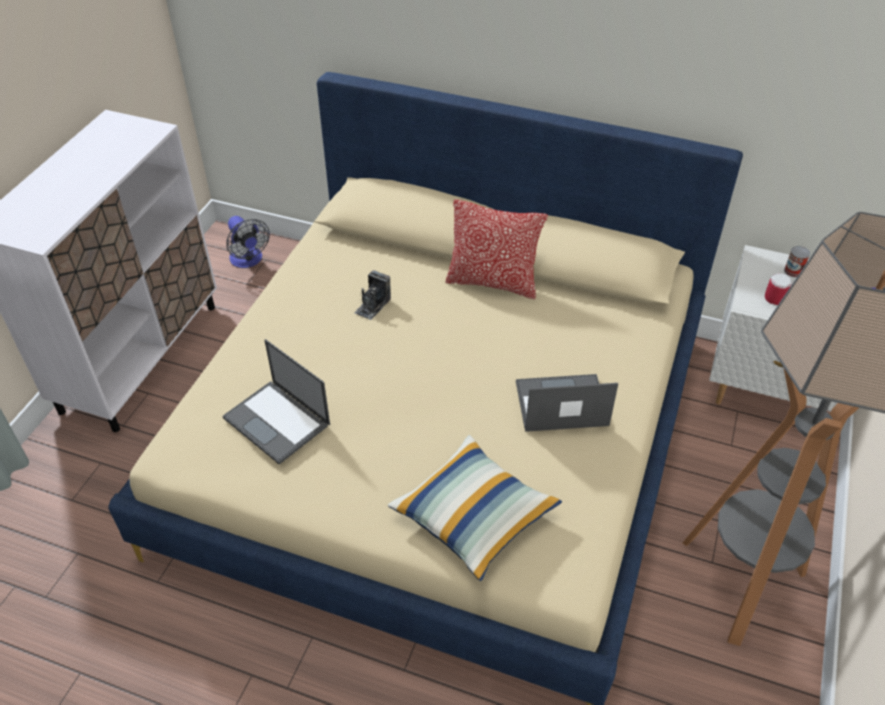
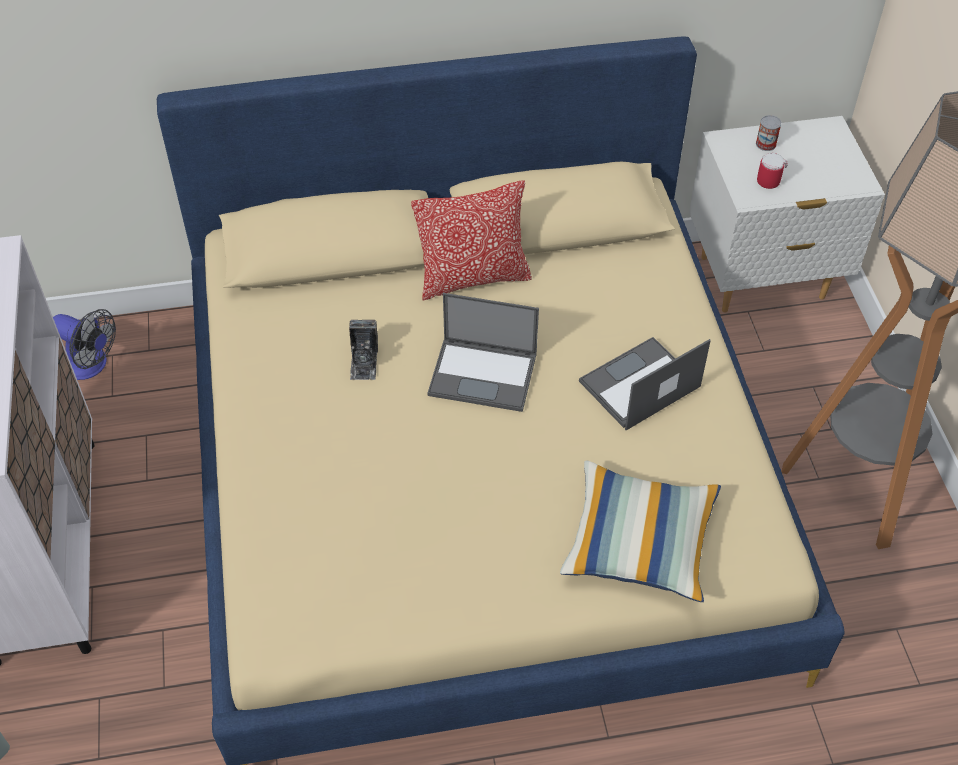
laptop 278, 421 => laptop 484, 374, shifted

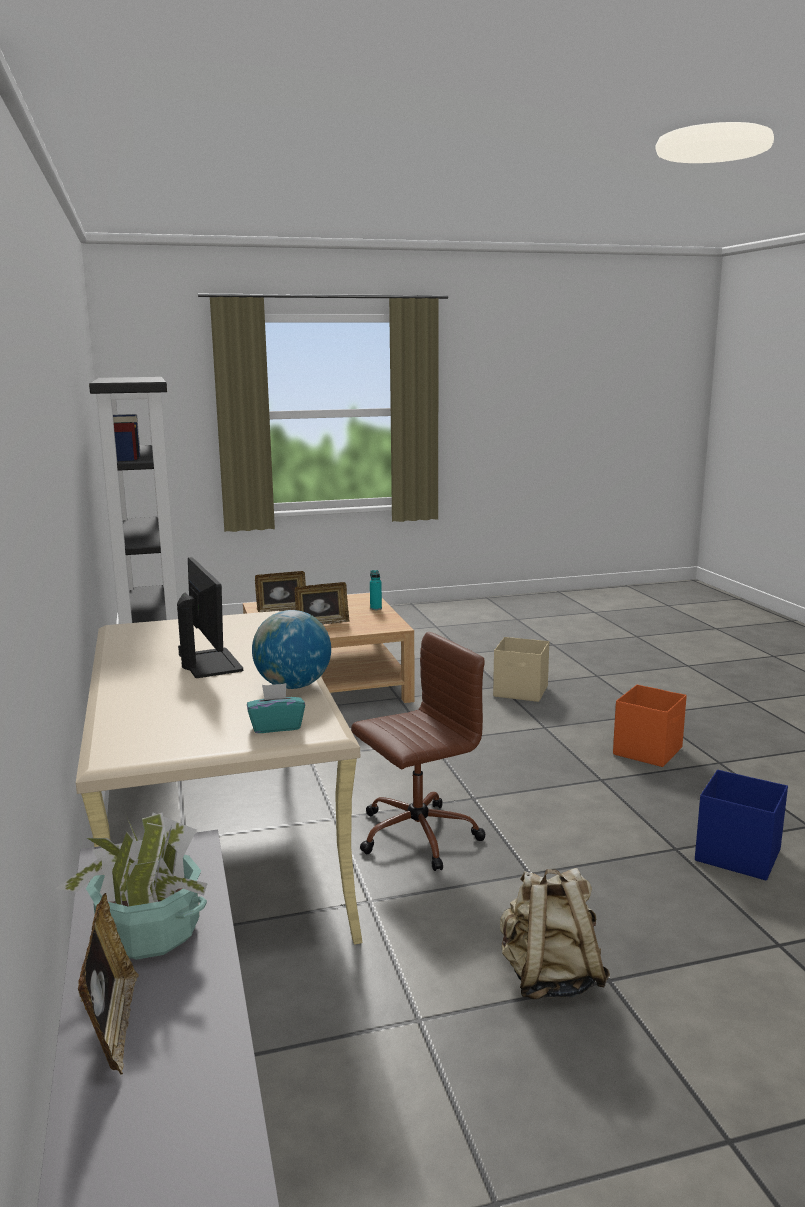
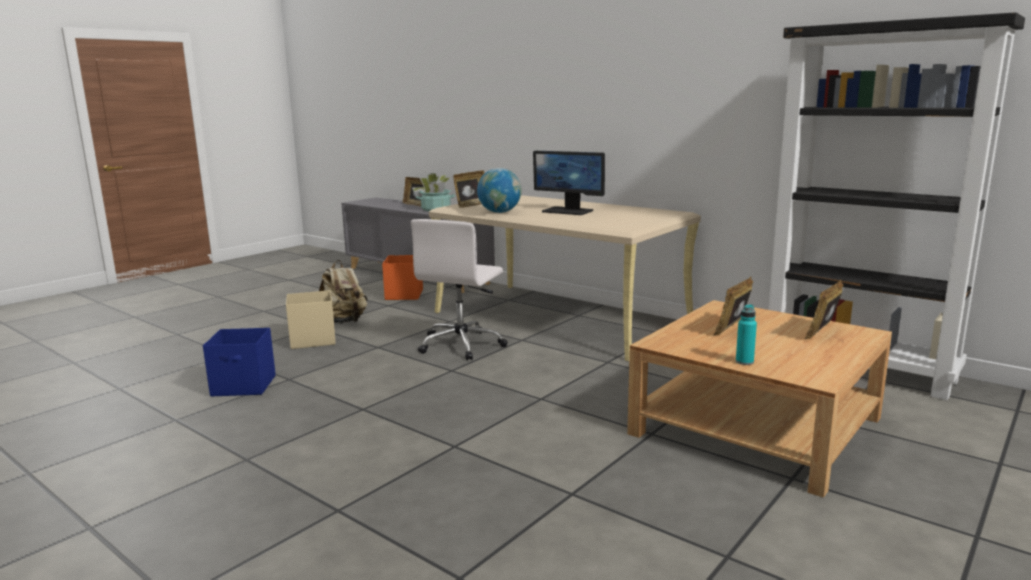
turquoise-coloured box of tissues 276, 726 => picture frame 471, 205
brown desk chair 415, 836 => whitish desk chair 462, 345
beige storage bin 521, 692 => beige storage bin 312, 340, shifted
orange storage bin 648, 751 => orange storage bin 403, 295, shifted

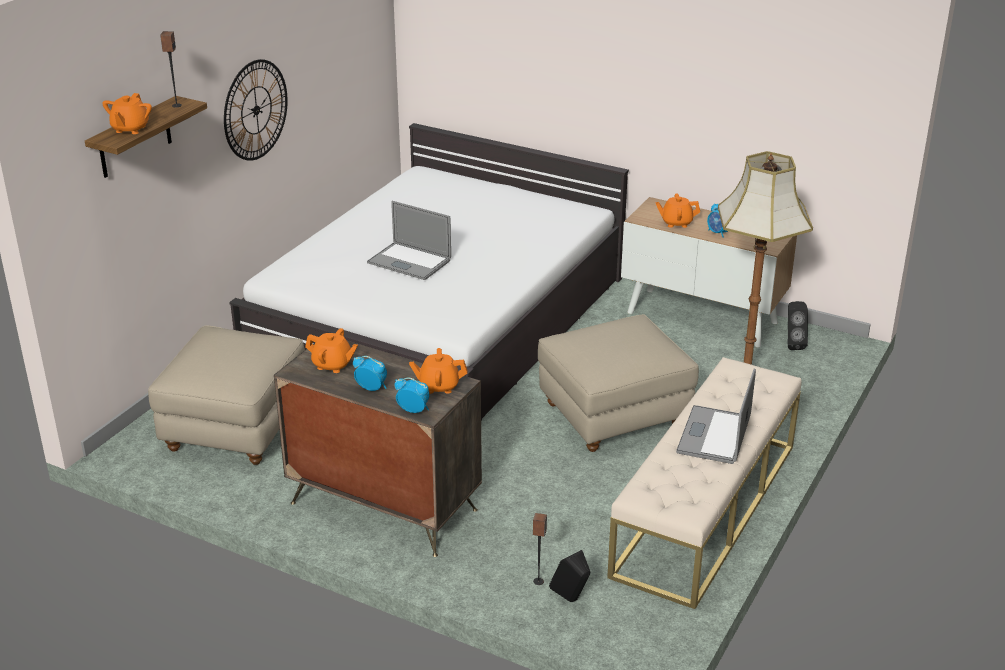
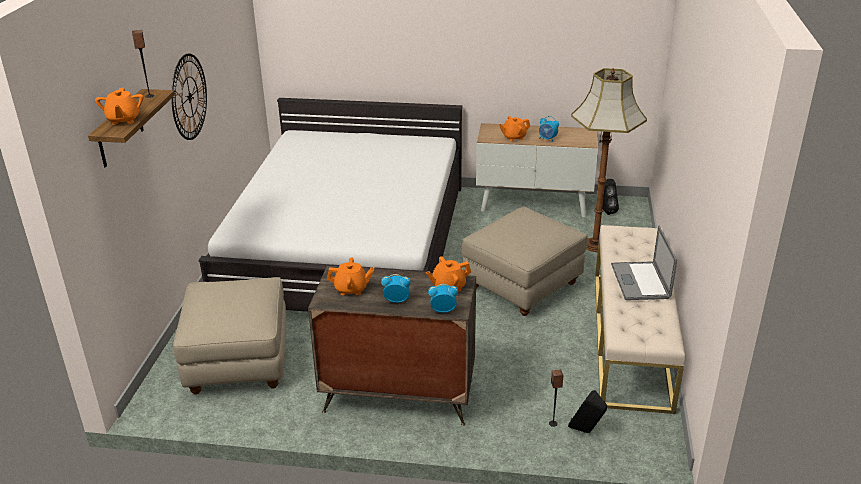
laptop 409, 261 => nothing

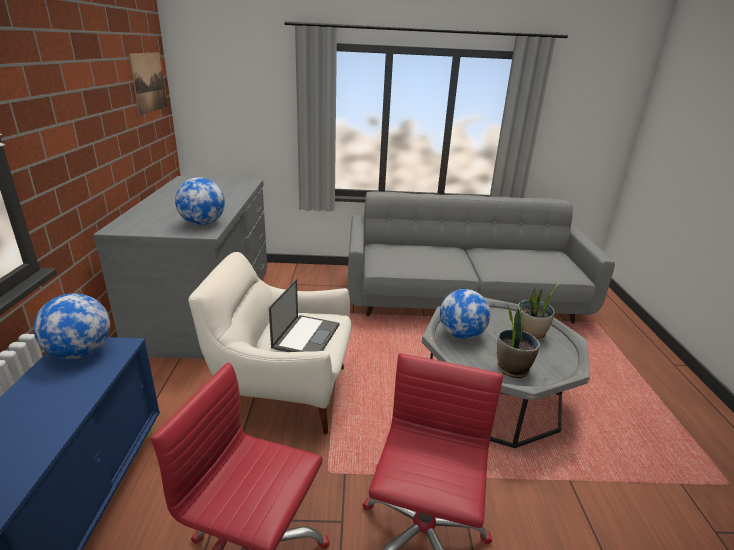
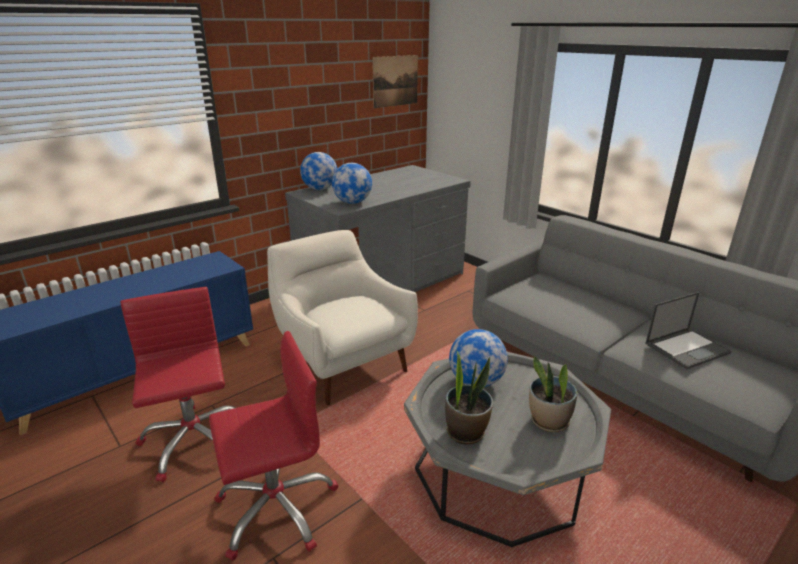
desk globe 81, 352 => desk globe 320, 189, shifted
laptop 306, 335 => laptop 687, 348, shifted

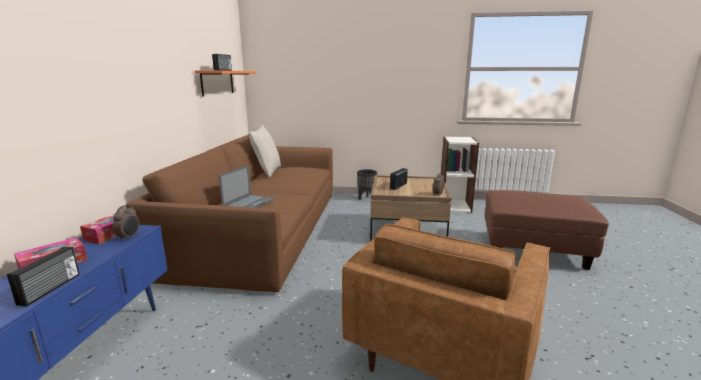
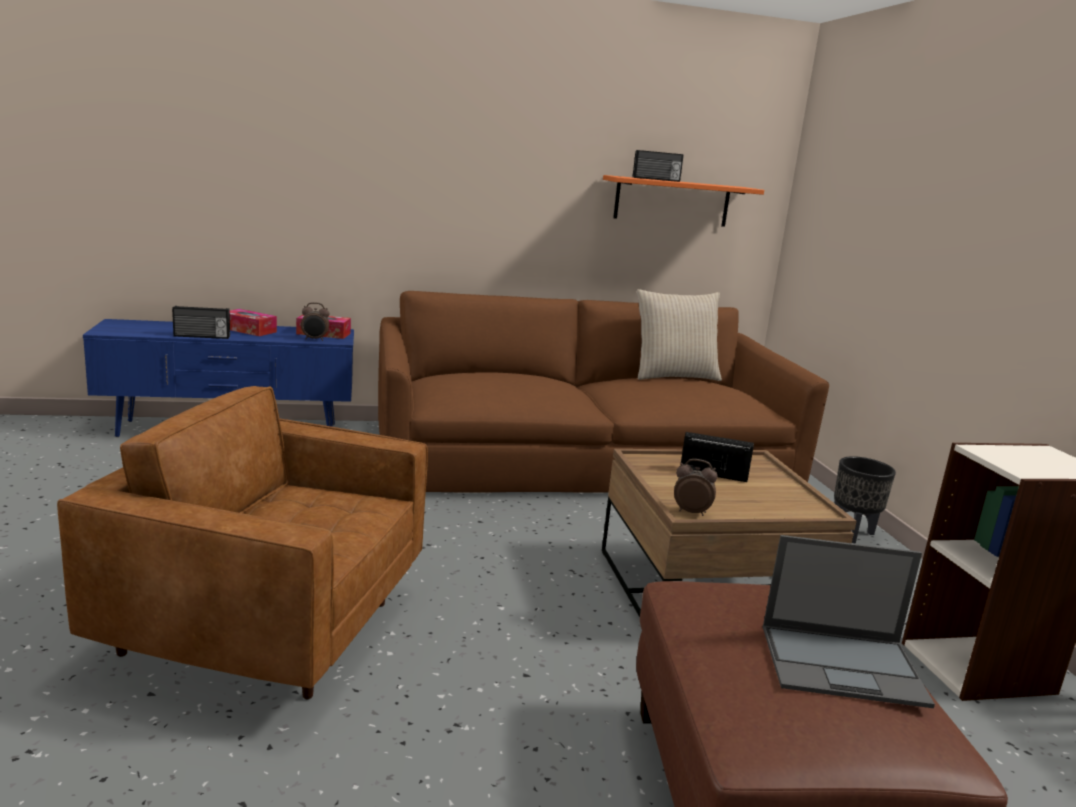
laptop 249, 203 => laptop 844, 665, shifted

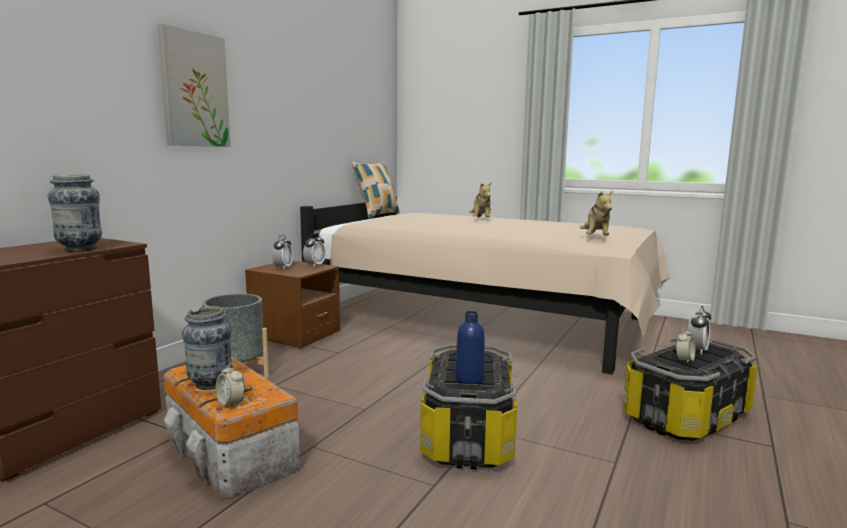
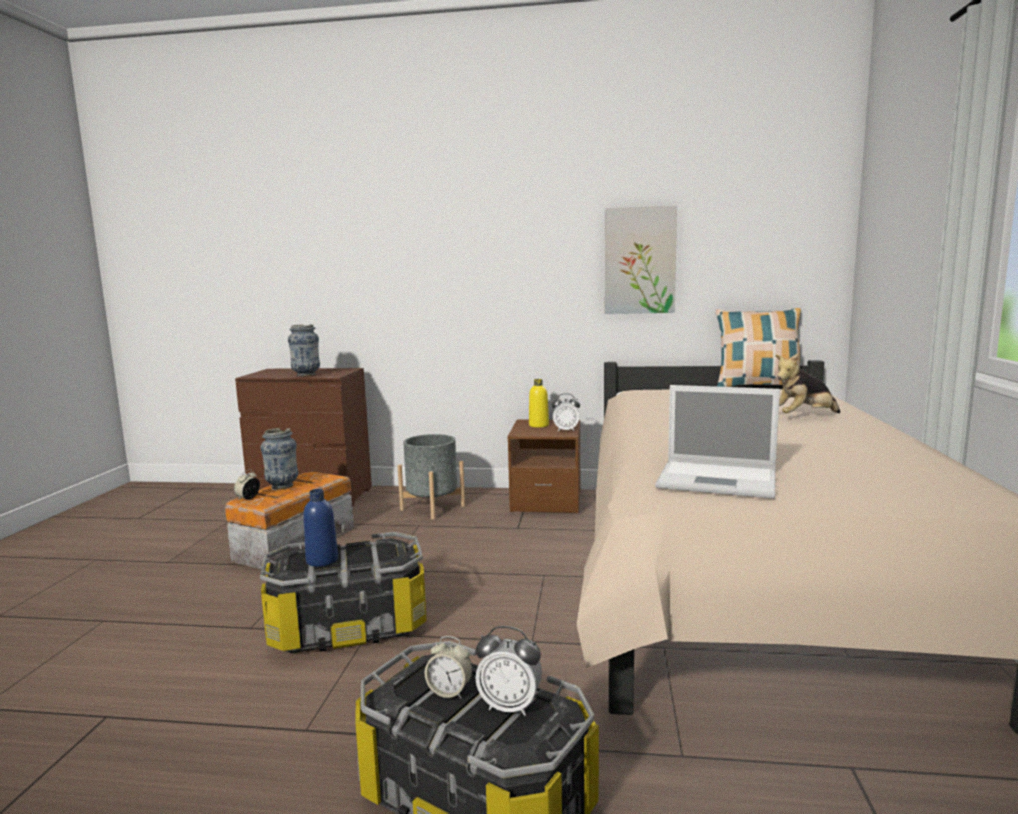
wall art 194, 90 => wall art 639, 261, shifted
bedside clock 283, 268 => yellowish bottle 538, 425
cuddly toy 595, 238 => laptop 719, 480

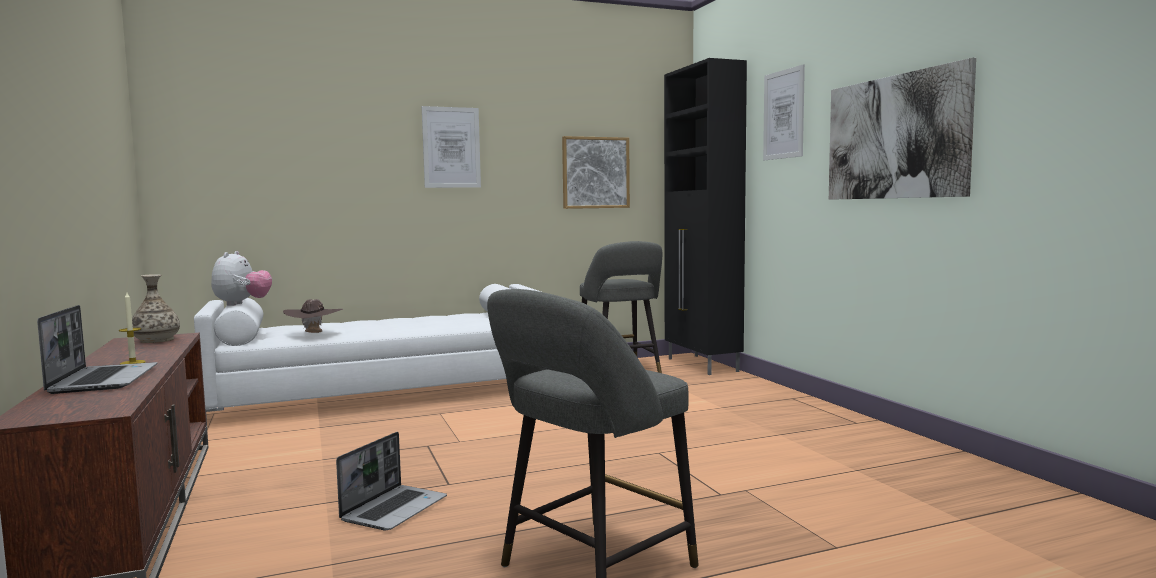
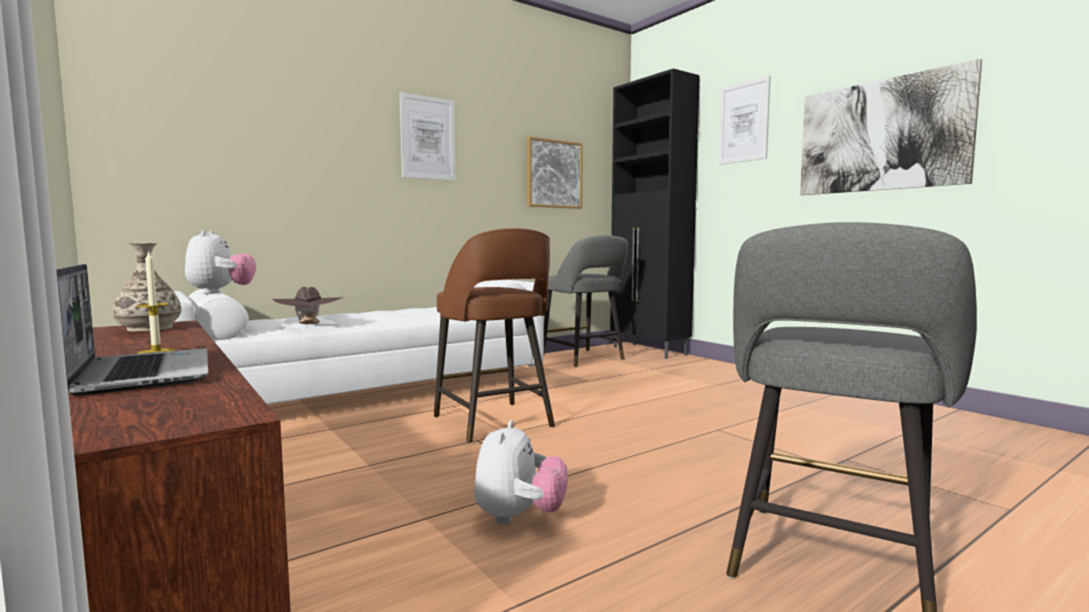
laptop 394, 509 => cuddly toy 519, 517
nothing => brown stool seat 494, 422

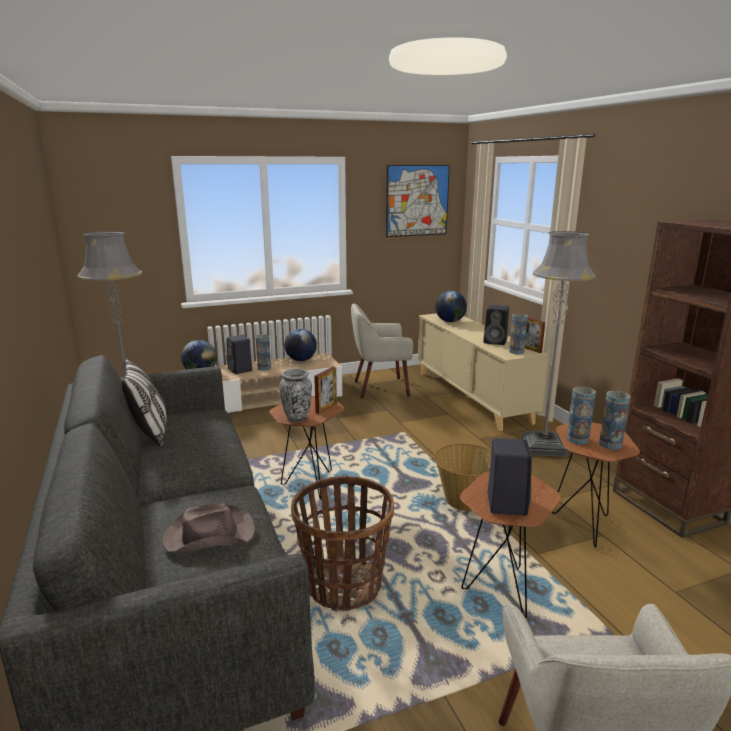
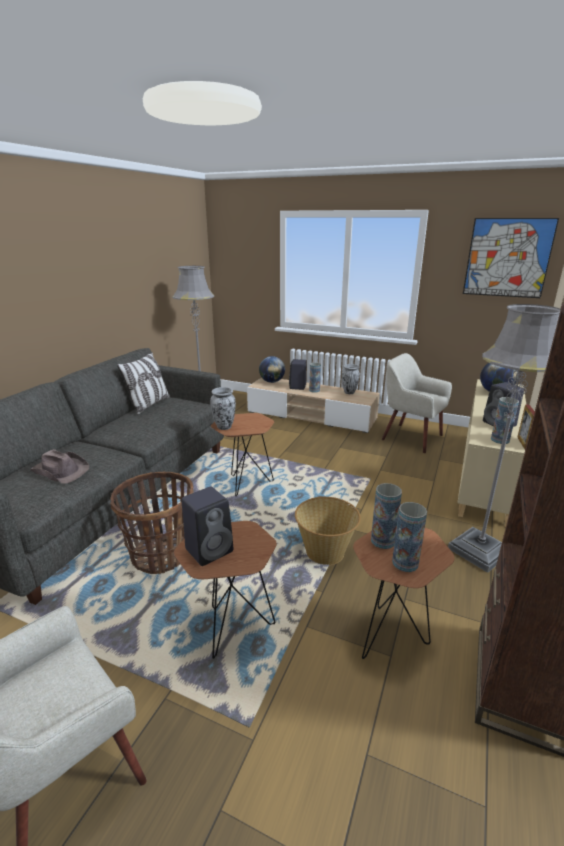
desk globe 301, 360 => decorative vase 349, 392
picture frame 326, 408 => nothing

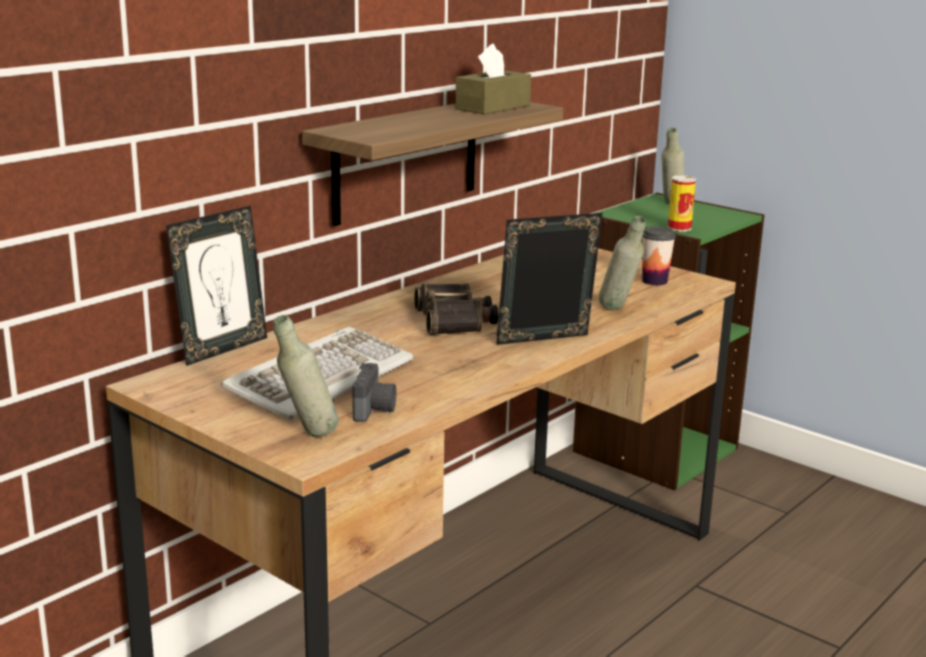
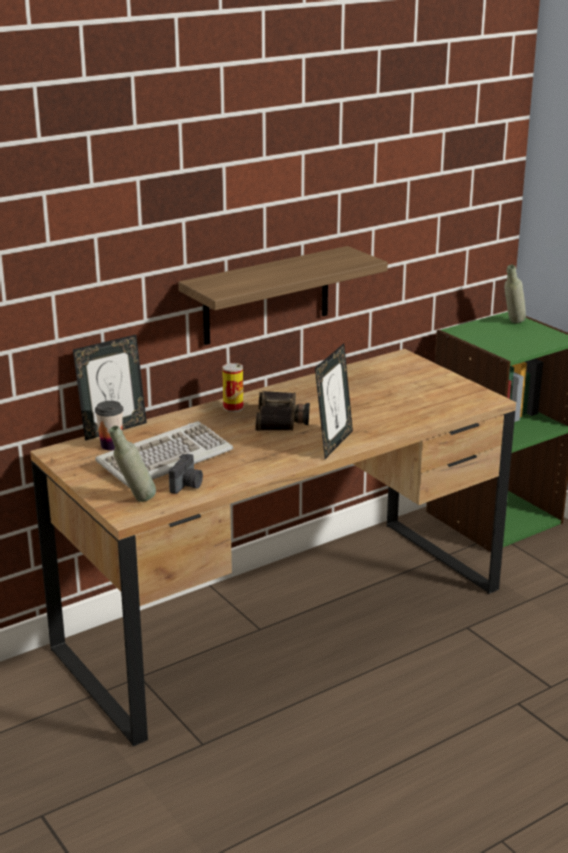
brown box of tissues 493, 107 => nothing
picture frame 545, 342 => picture frame 333, 443, 120 degrees clockwise
greyish bottle 619, 311 => nothing
small cup 654, 281 => small cup 111, 445, shifted
can 679, 228 => can 233, 407, shifted

